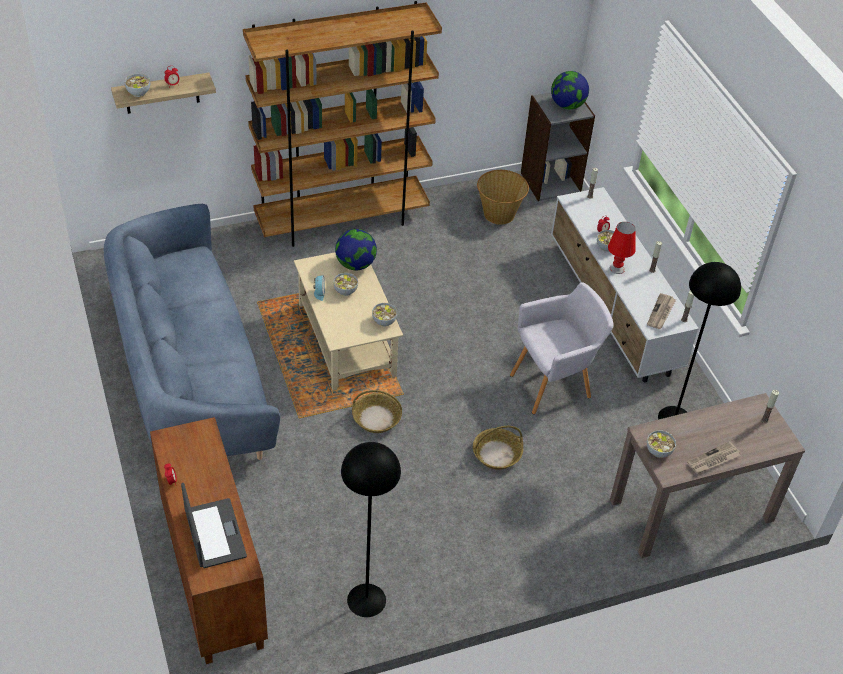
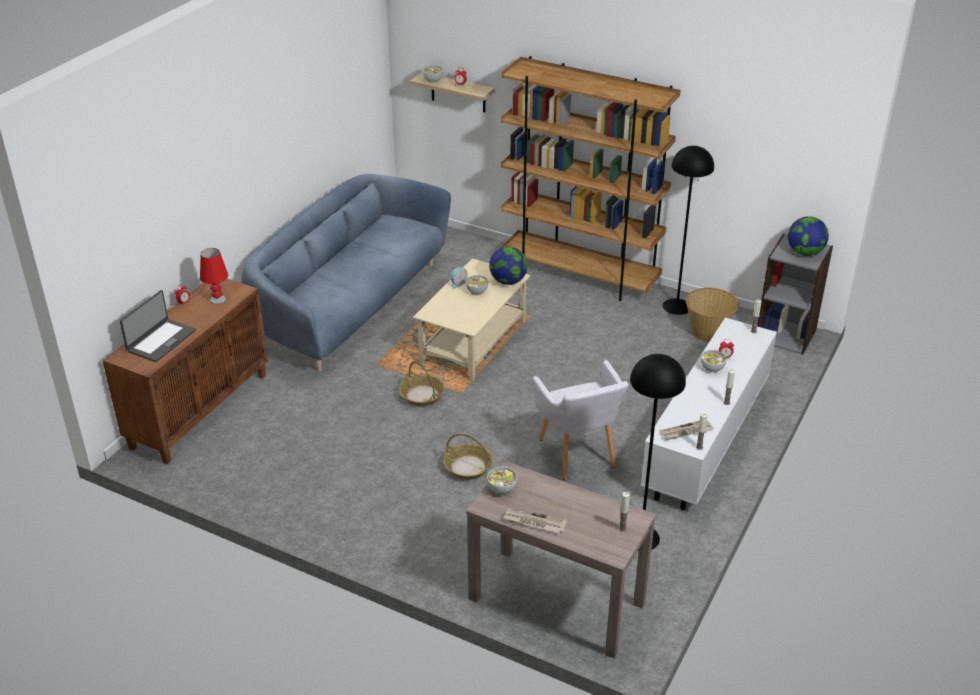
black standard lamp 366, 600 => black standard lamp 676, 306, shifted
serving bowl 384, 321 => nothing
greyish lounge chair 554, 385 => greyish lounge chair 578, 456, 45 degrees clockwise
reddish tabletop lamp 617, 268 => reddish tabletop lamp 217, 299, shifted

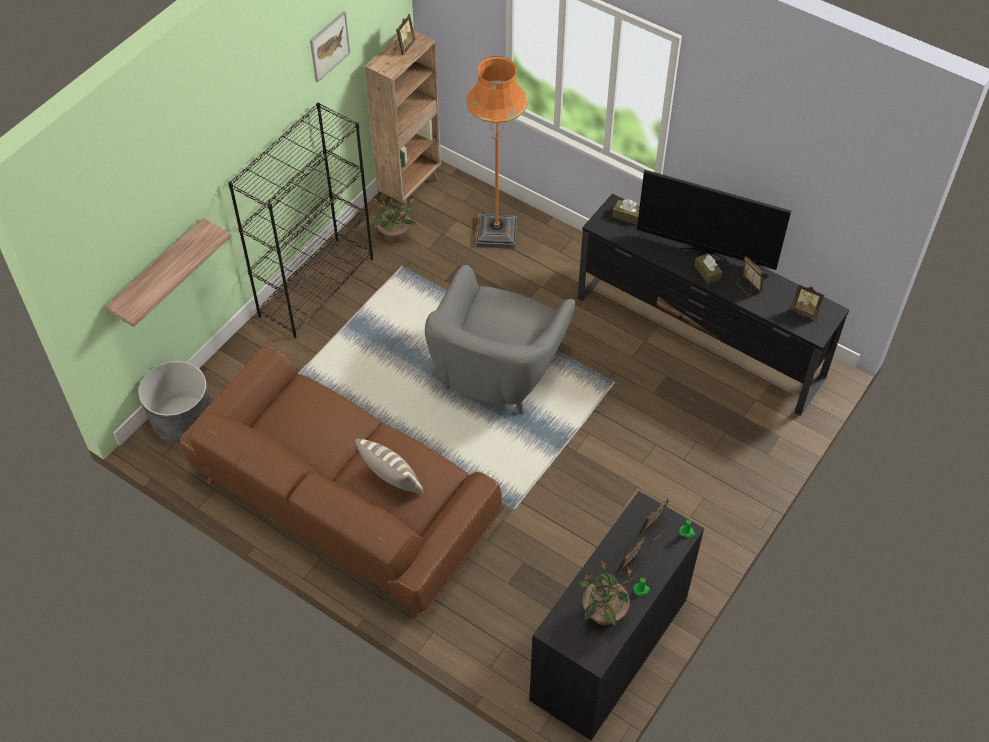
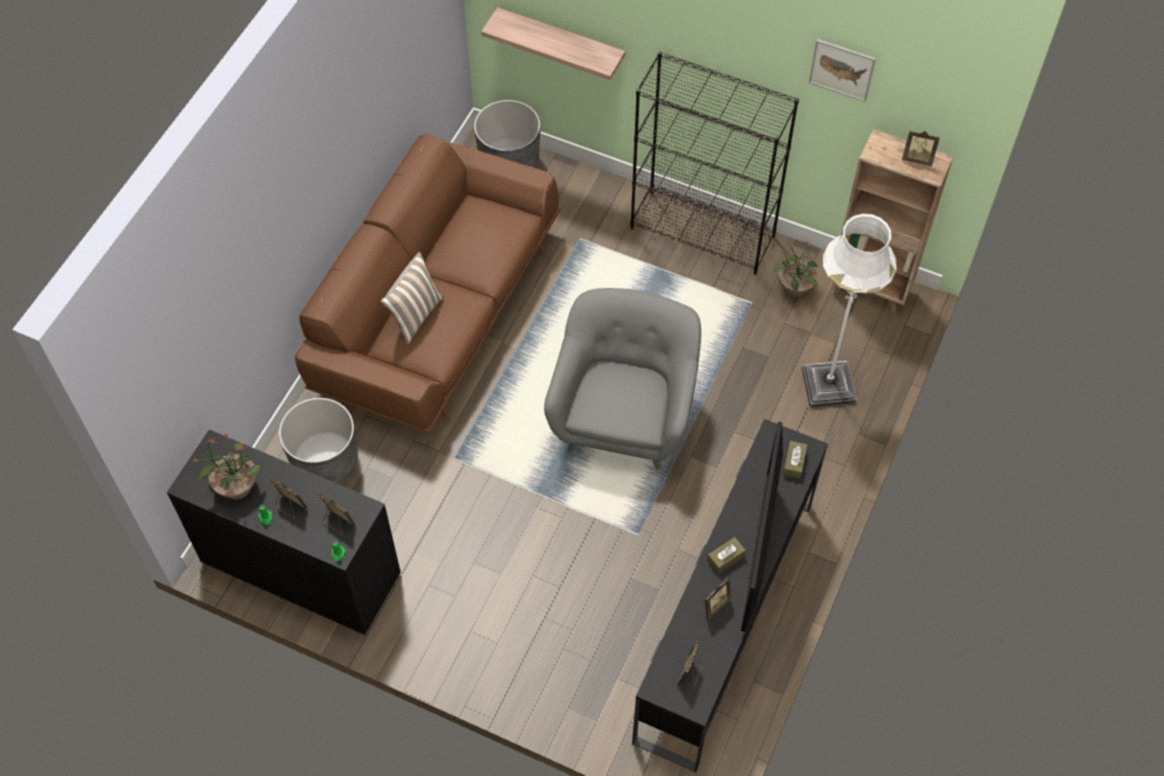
greyish lounge chair 497, 374 => greyish lounge chair 624, 417, 90 degrees clockwise
orange standard lamp 496, 233 => whitish standard lamp 828, 386
nothing => greyish plant pot 325, 462

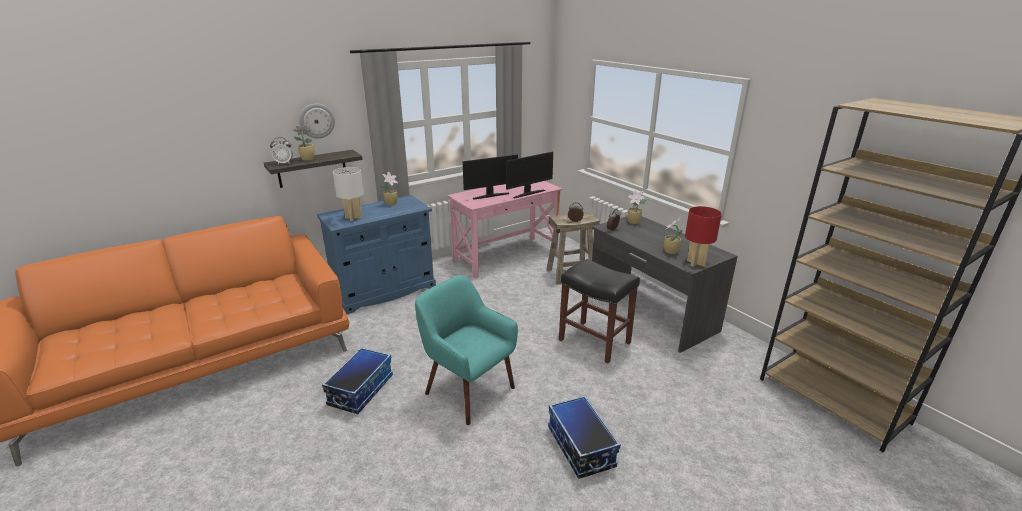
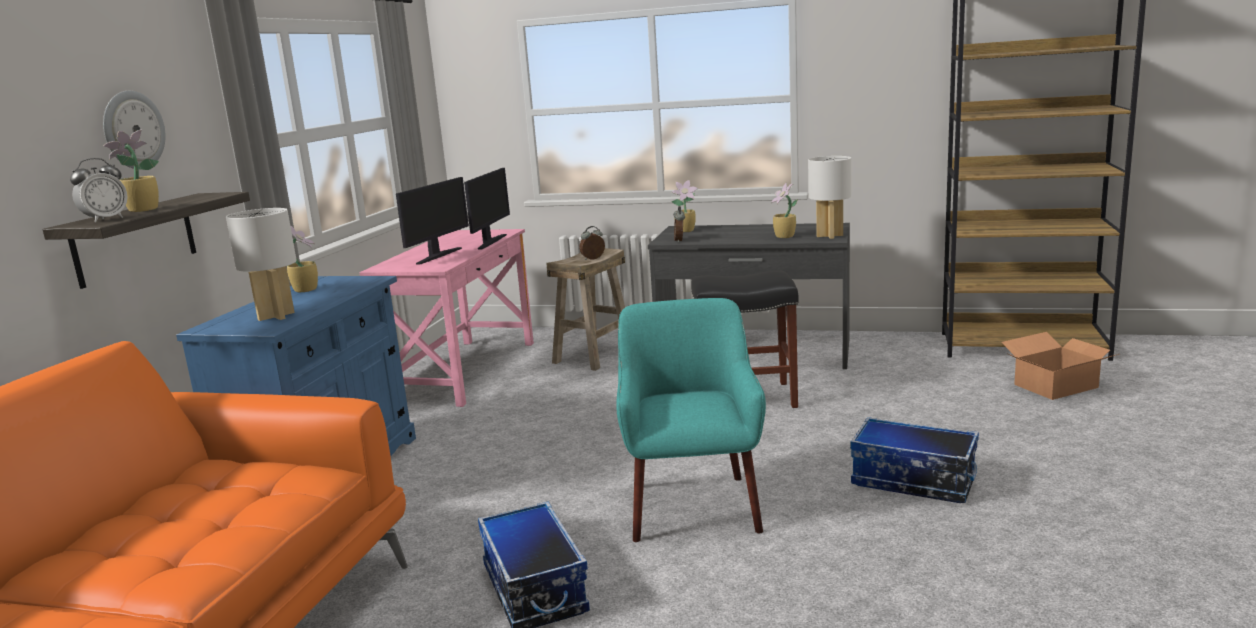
turquoise-coloured lounge chair 468, 390 => turquoise-coloured lounge chair 692, 506, 90 degrees clockwise
reddish tabletop lamp 696, 263 => whitish tabletop lamp 830, 236
nothing => packing box 1057, 386

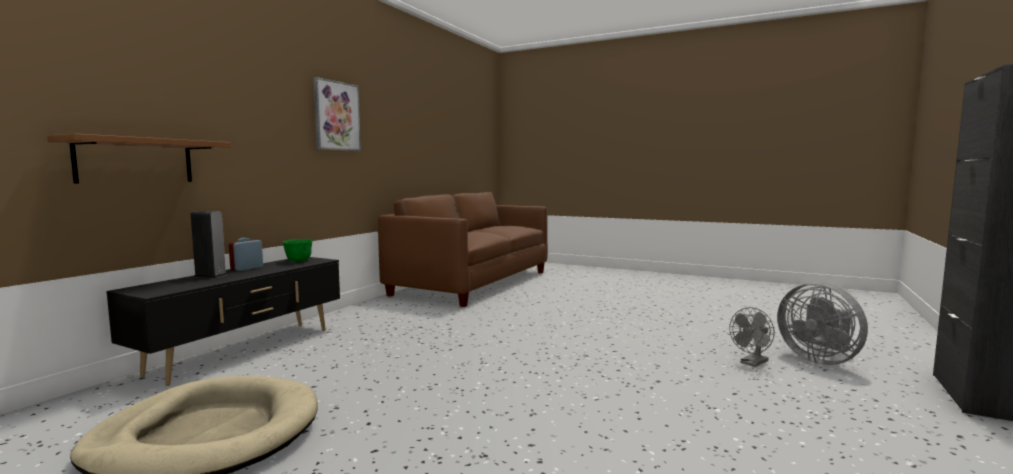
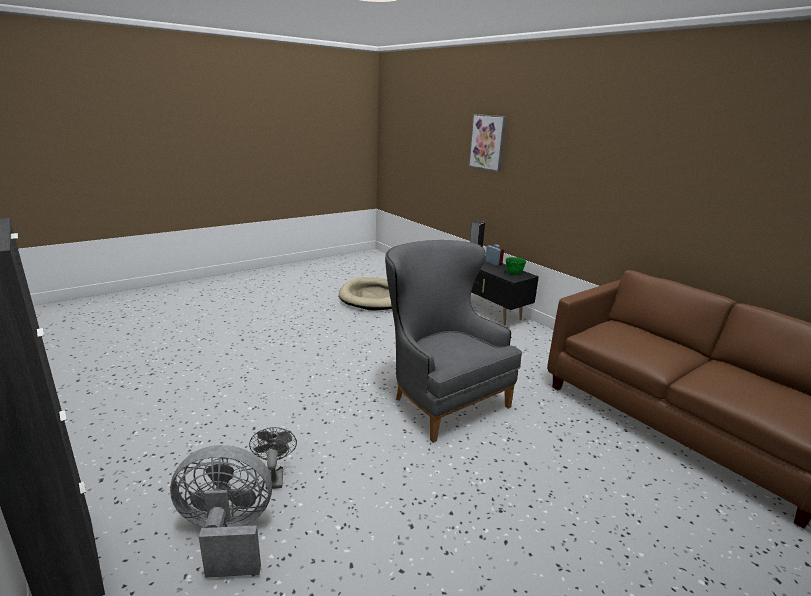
brown shelf 135, 161 => nothing
wall art 336, 116 => wall art 487, 142, shifted
nothing => greyish lounge chair 441, 398

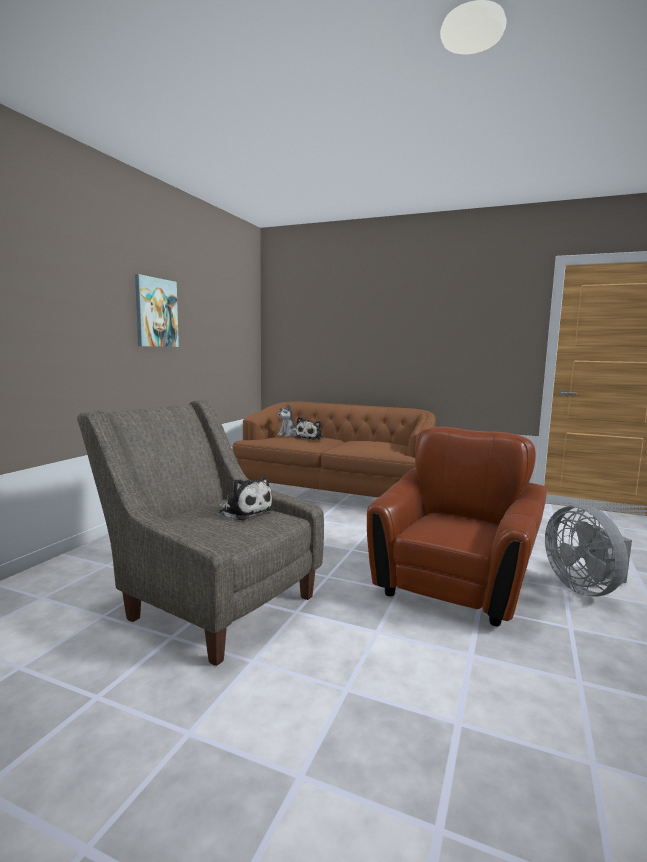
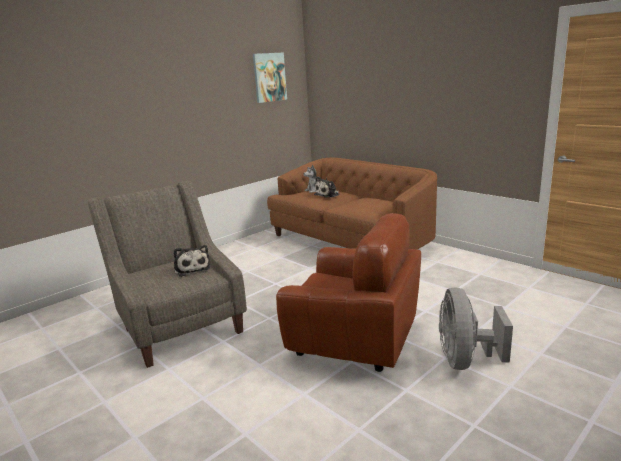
wall art 156, 312 => wall art 269, 77, shifted
brown lounge chair 454, 585 => brown lounge chair 354, 339, 60 degrees clockwise

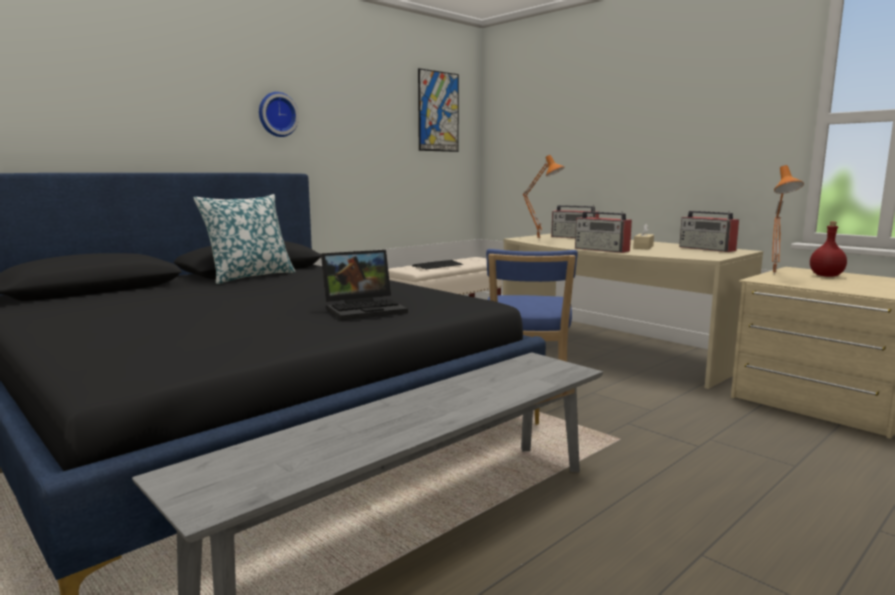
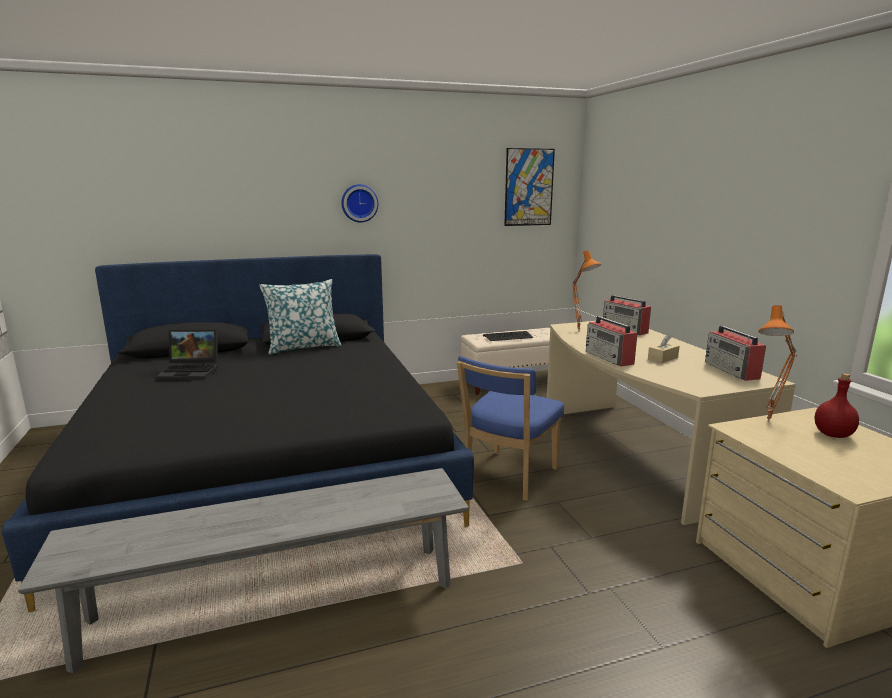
laptop 366, 309 => laptop 191, 371, shifted

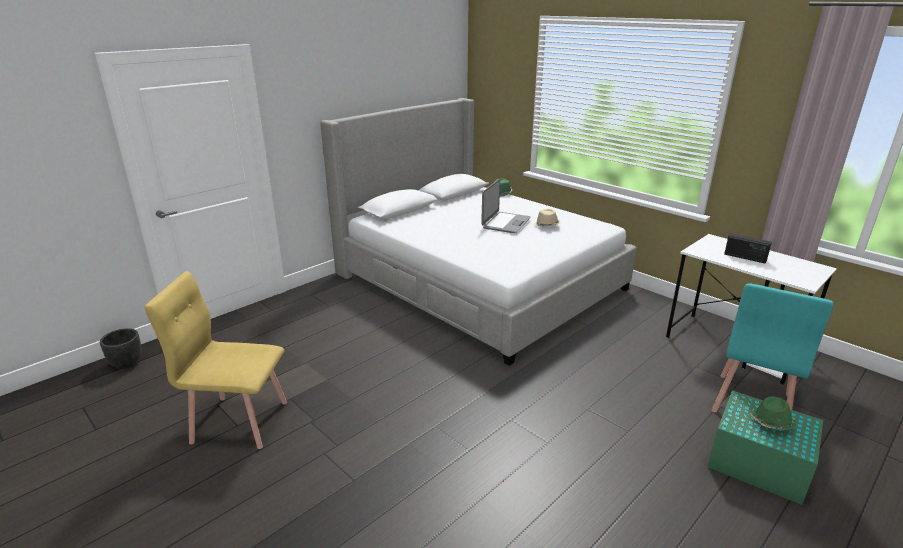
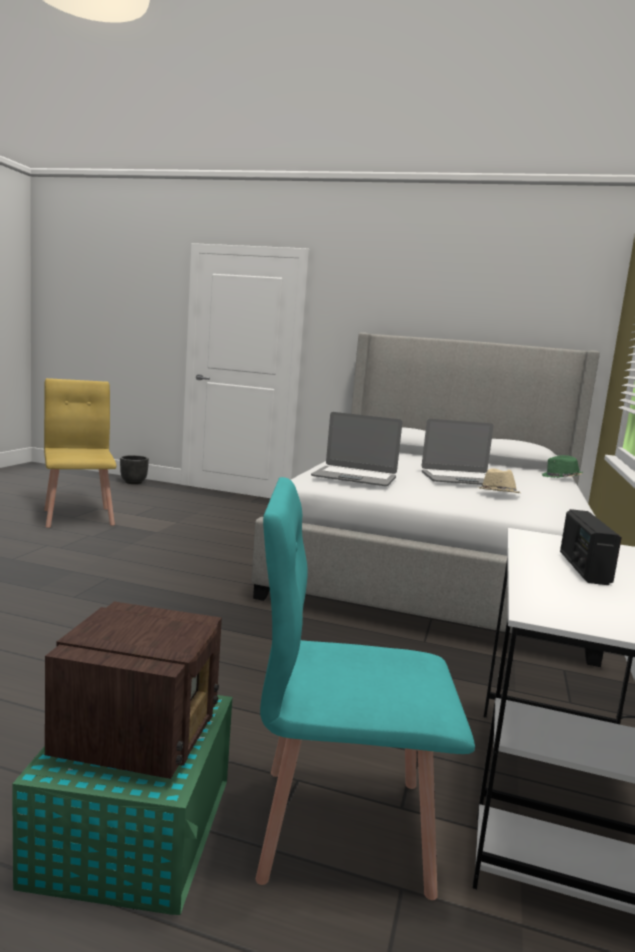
green-coloured hat 771, 423 => radio set 140, 734
nothing => laptop 354, 477

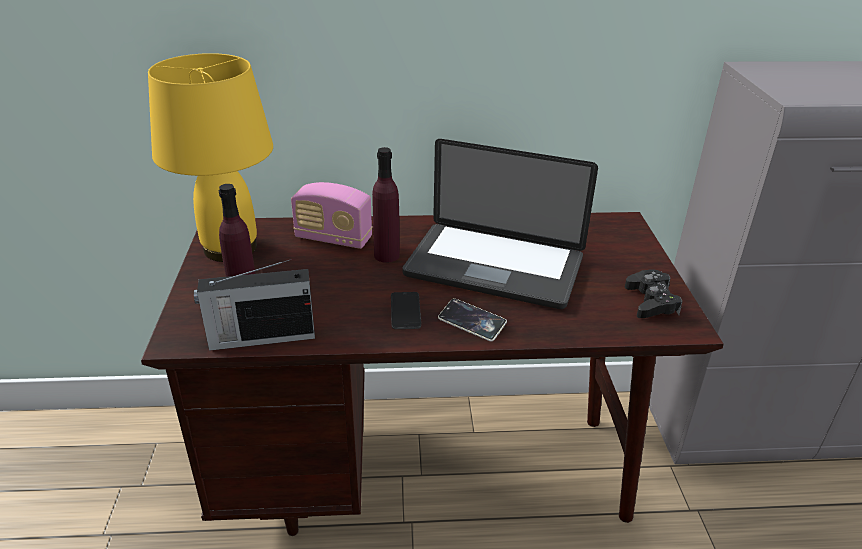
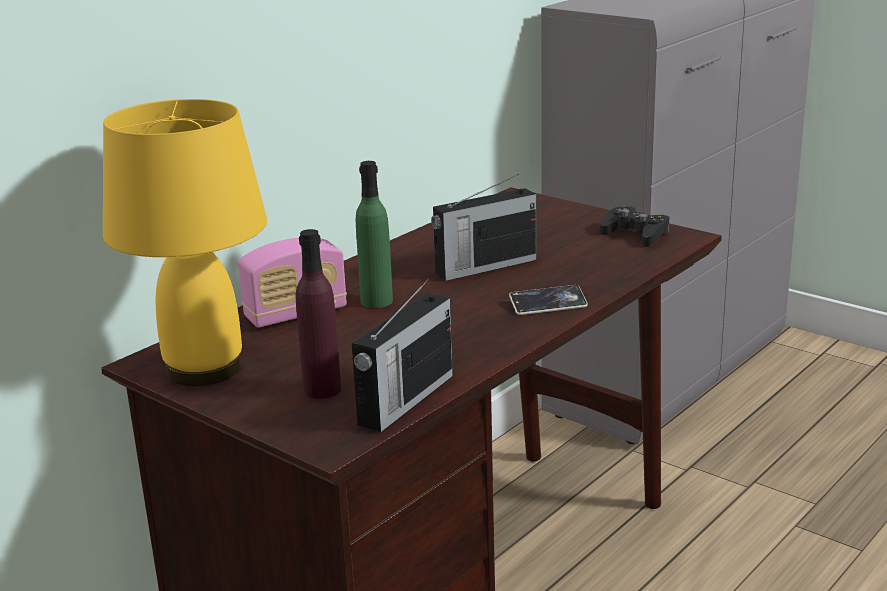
purple bottle 386, 255 => green-coloured bottle 376, 301
phone 405, 311 => nothing
laptop 494, 267 => radio set 484, 266

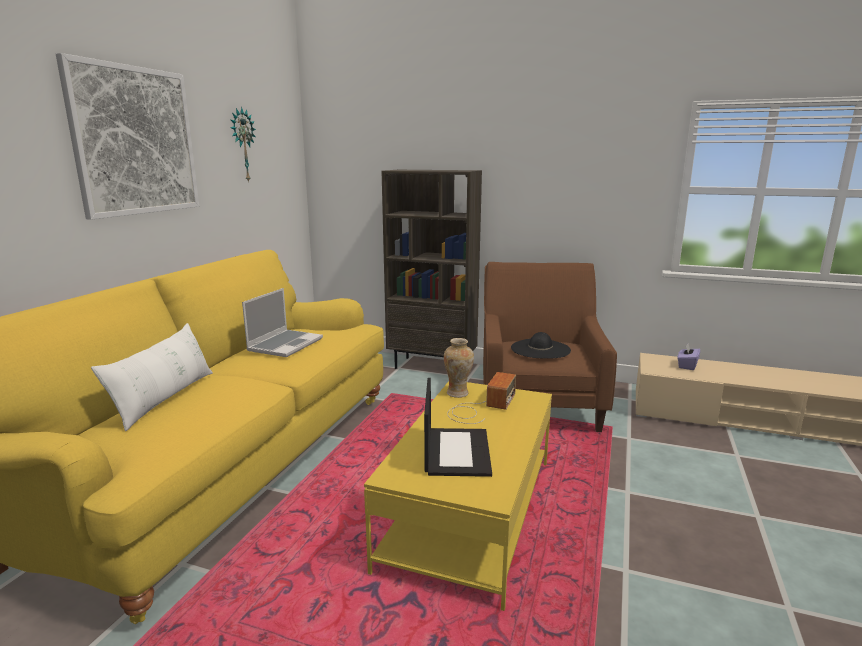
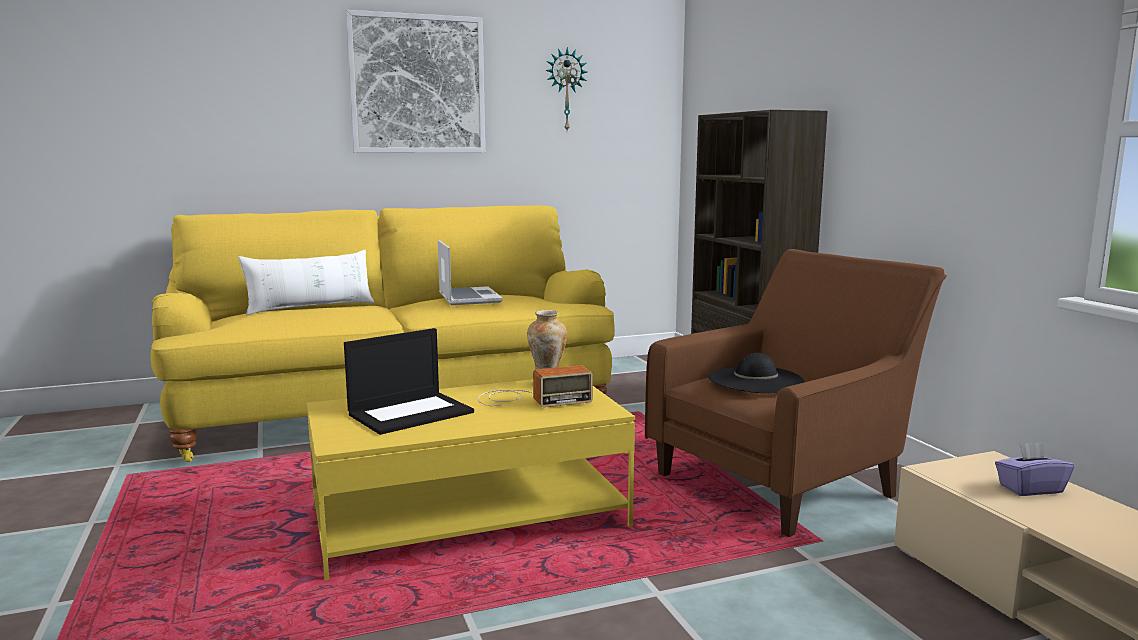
laptop 285, 344 => laptop 468, 298, 90 degrees counterclockwise

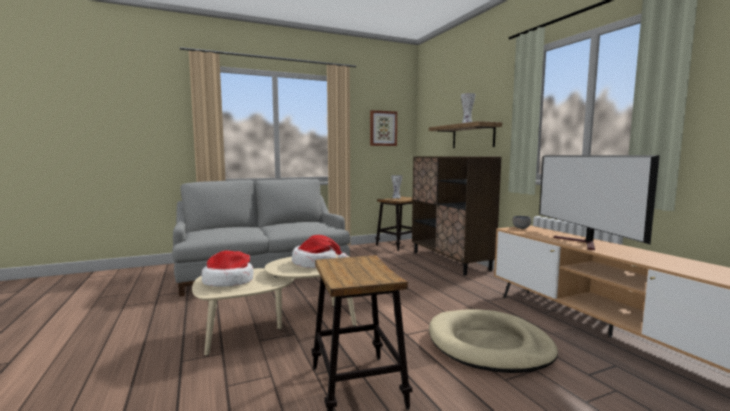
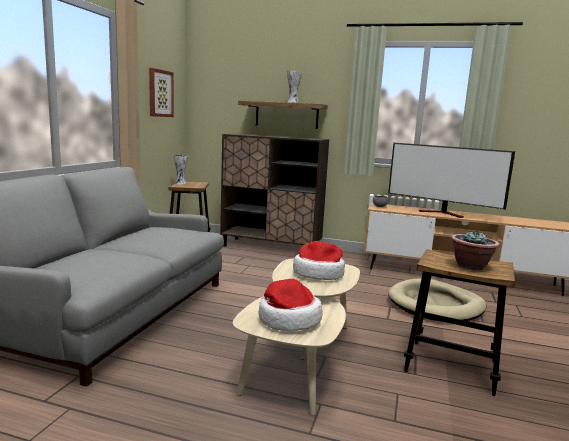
nothing => potted plant 470, 266

